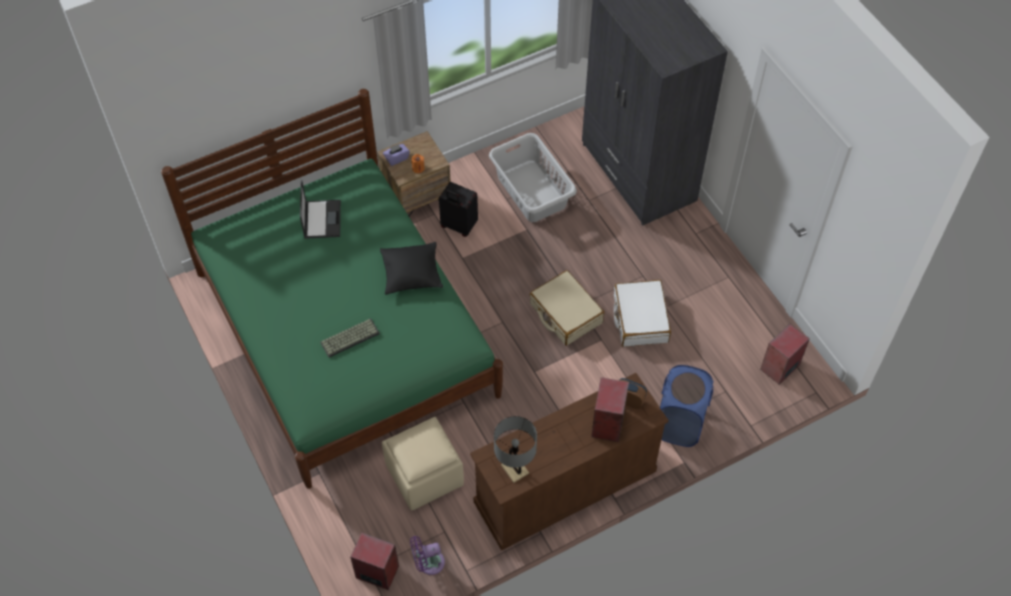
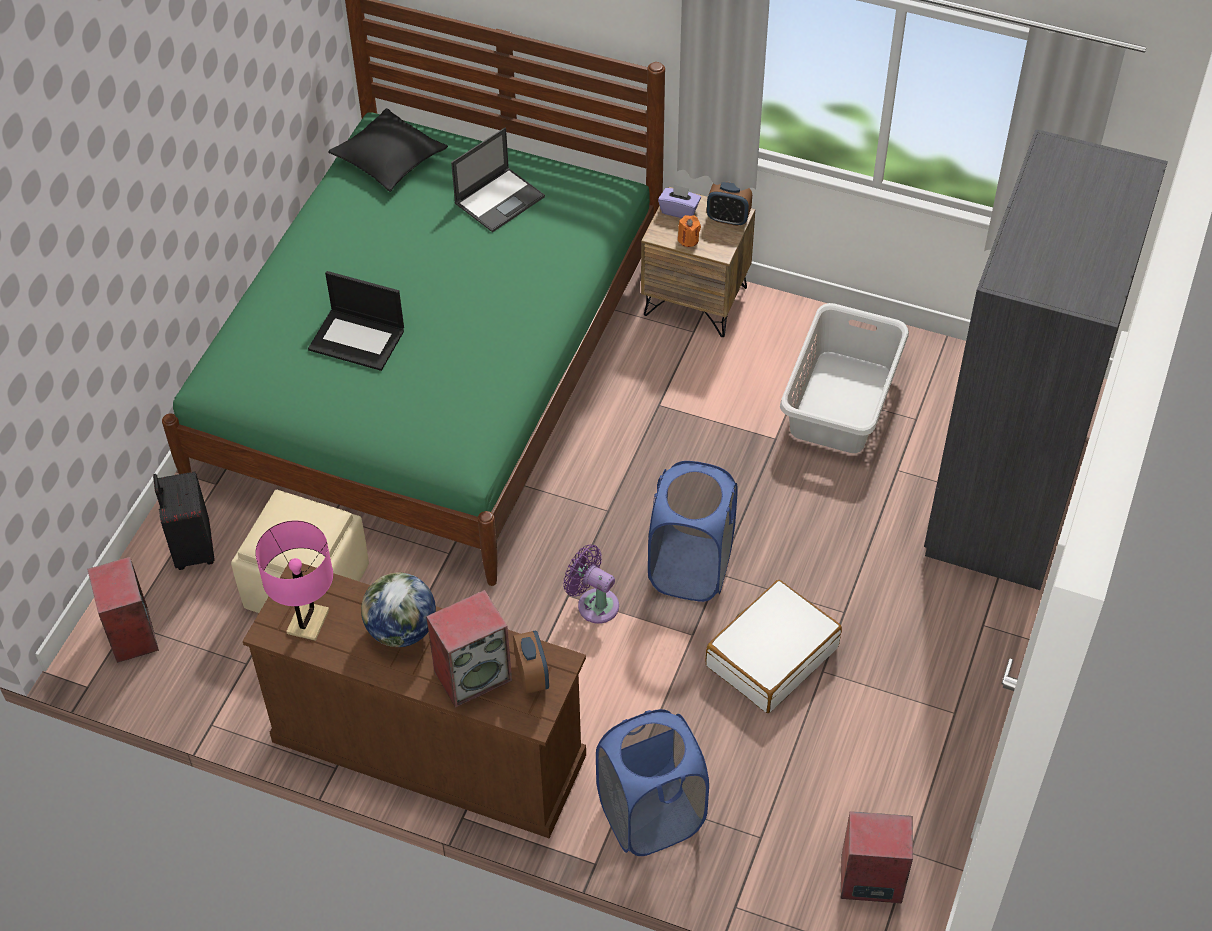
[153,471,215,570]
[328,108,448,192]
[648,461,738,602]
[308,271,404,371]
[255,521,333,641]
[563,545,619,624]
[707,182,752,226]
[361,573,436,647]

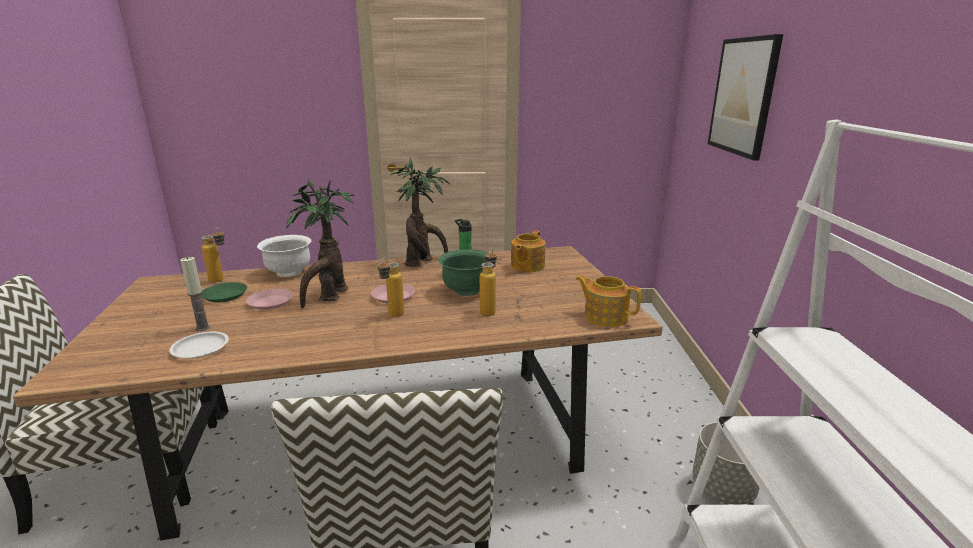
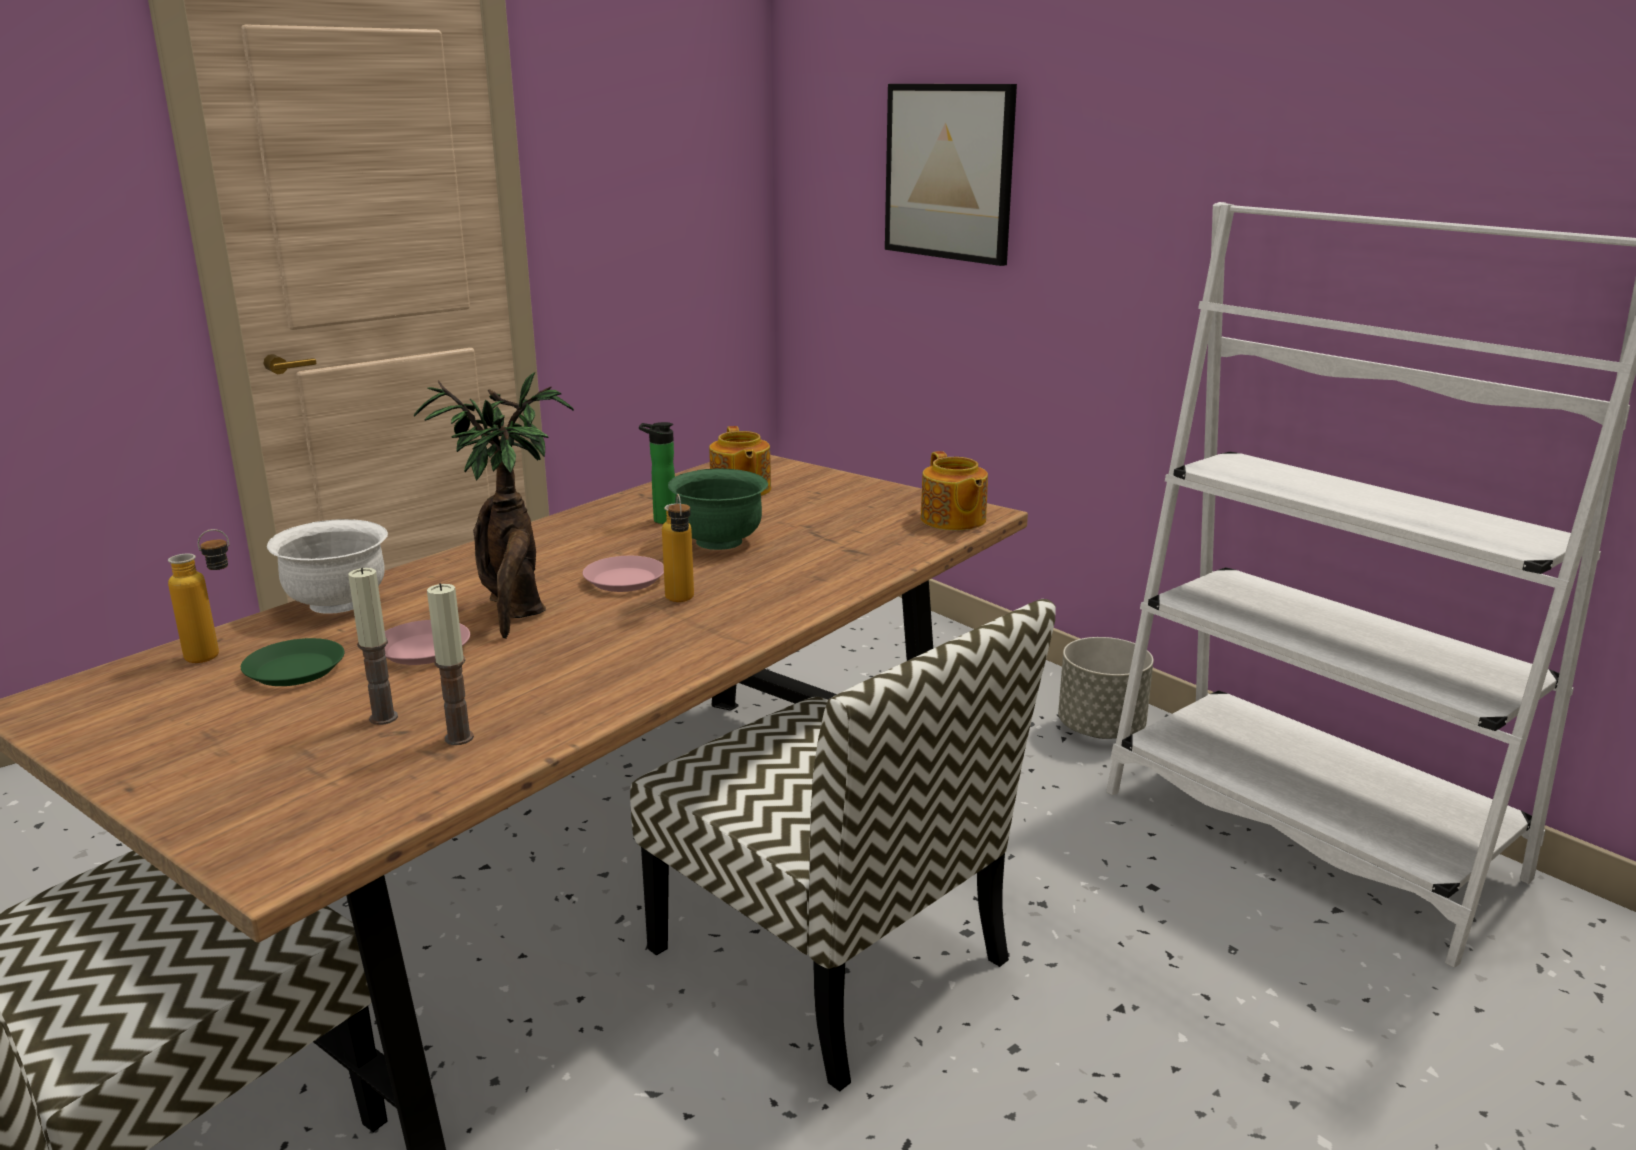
[391,157,450,267] (first image)
[480,248,497,316] (first image)
[921,451,988,530]
[427,583,474,745]

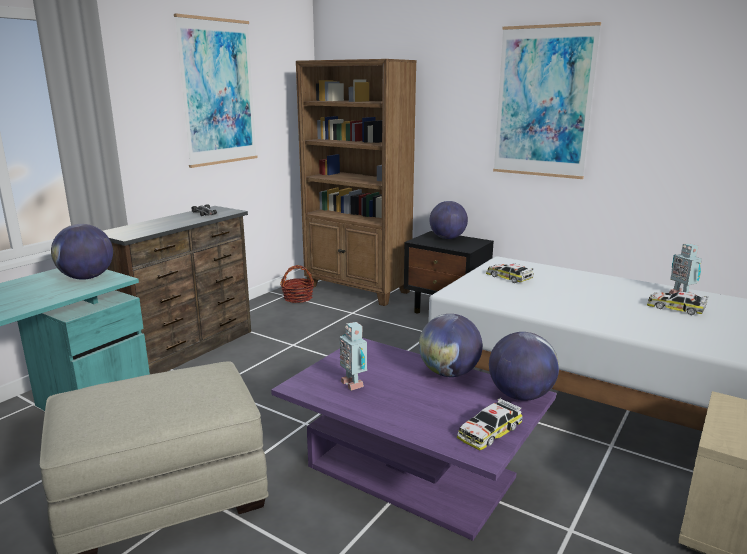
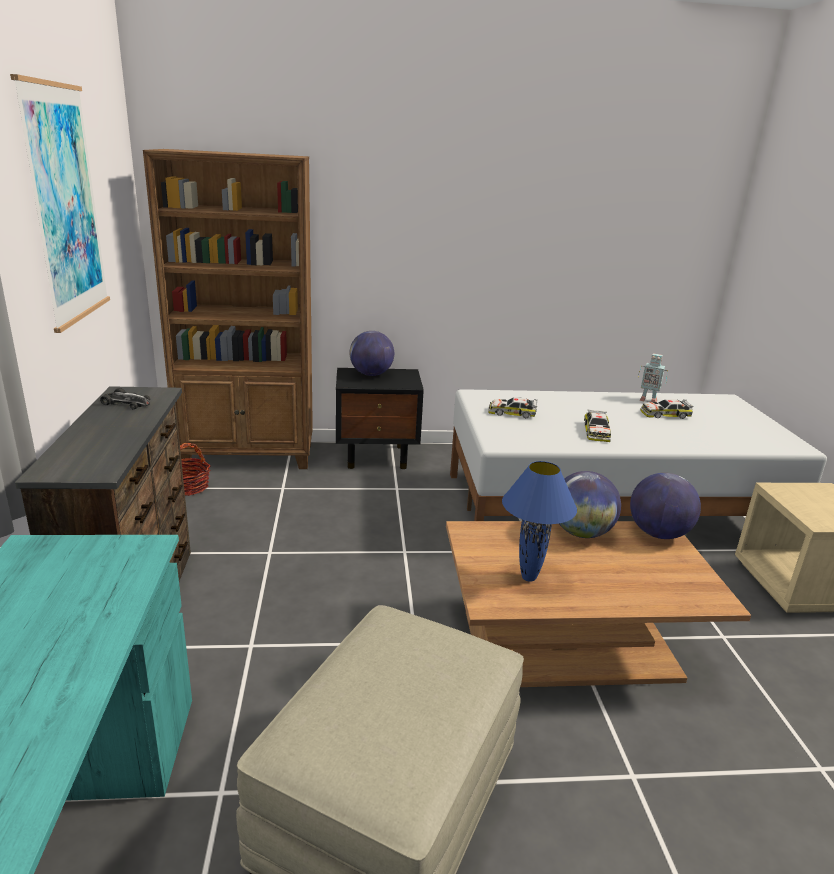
[493,22,601,179] (first image)
[51,224,113,280] (first image)
[502,461,577,582]
[446,521,751,687]
[584,410,611,442]

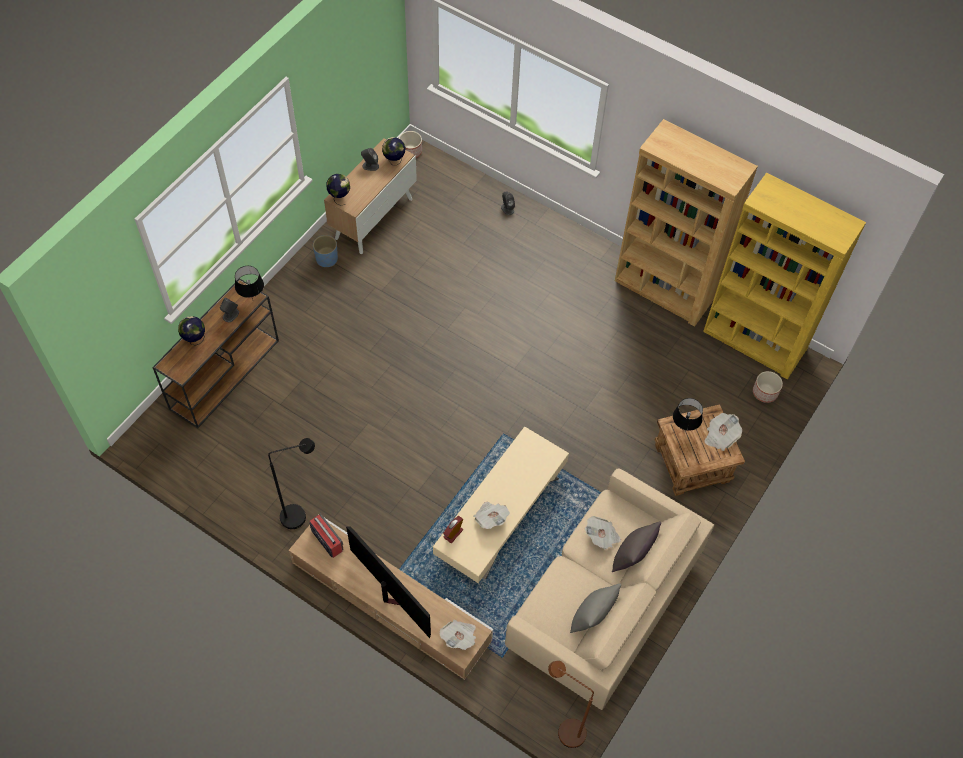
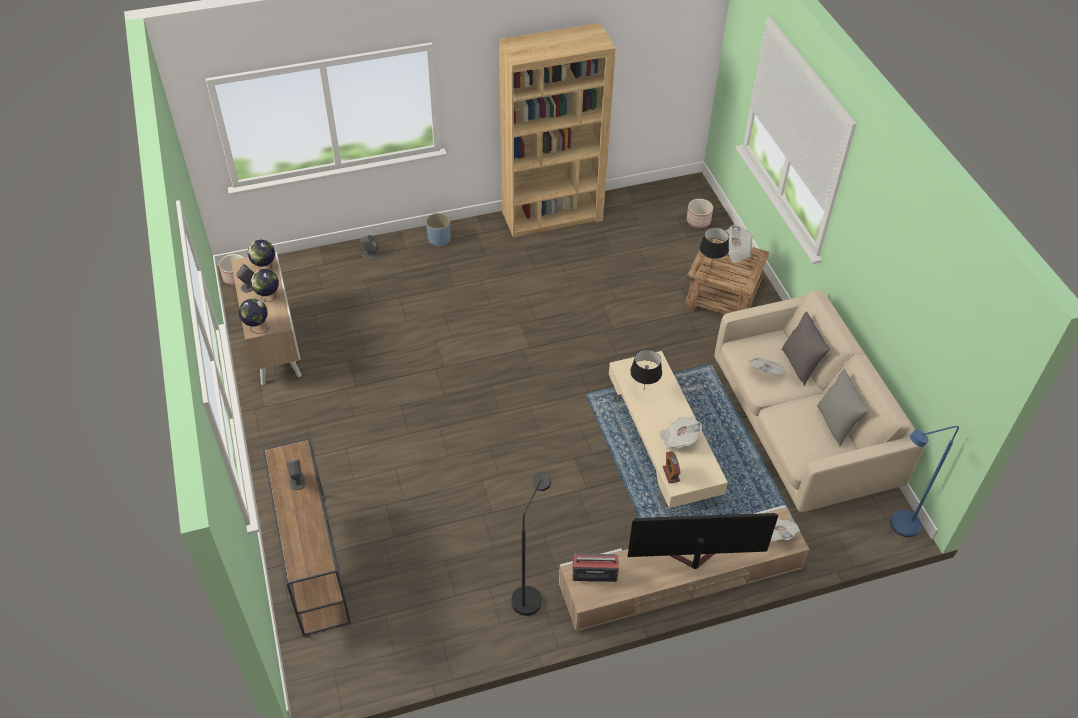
[703,173,866,380] (first image)
[426,213,451,247]
[630,349,662,387]
[251,269,279,302]
[891,426,959,537]

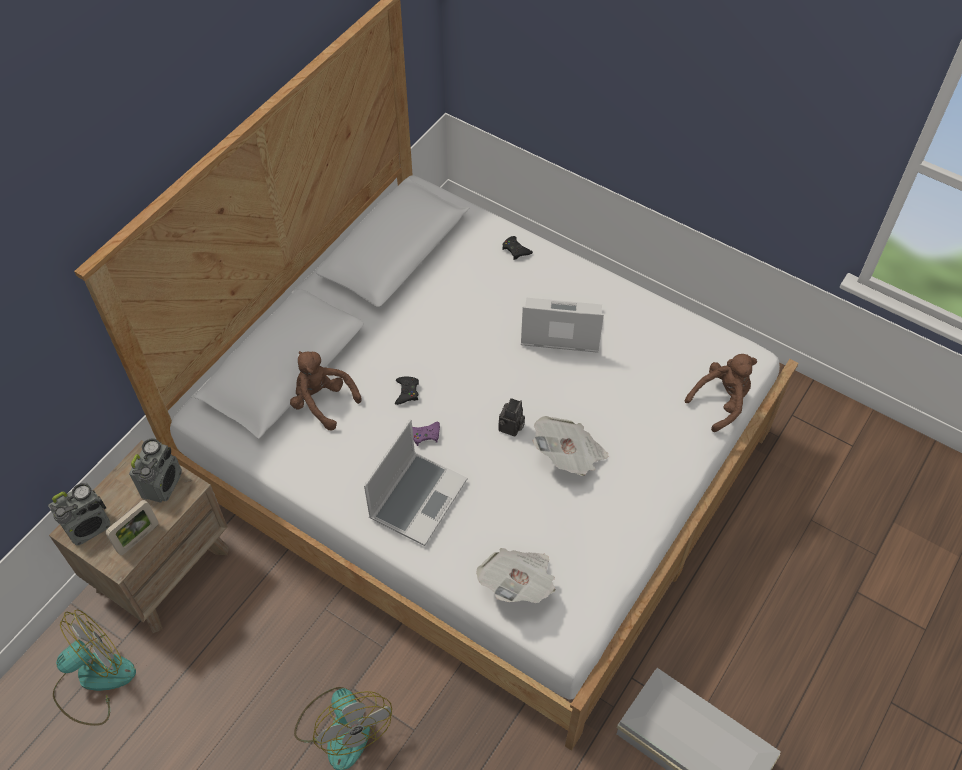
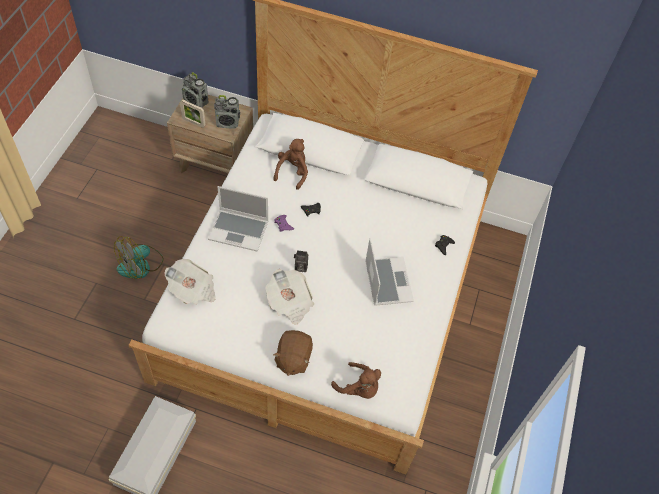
[53,609,136,726] (first image)
[273,330,313,376]

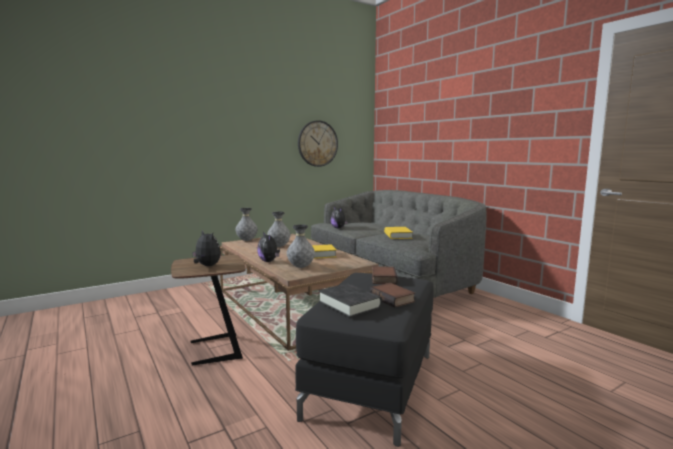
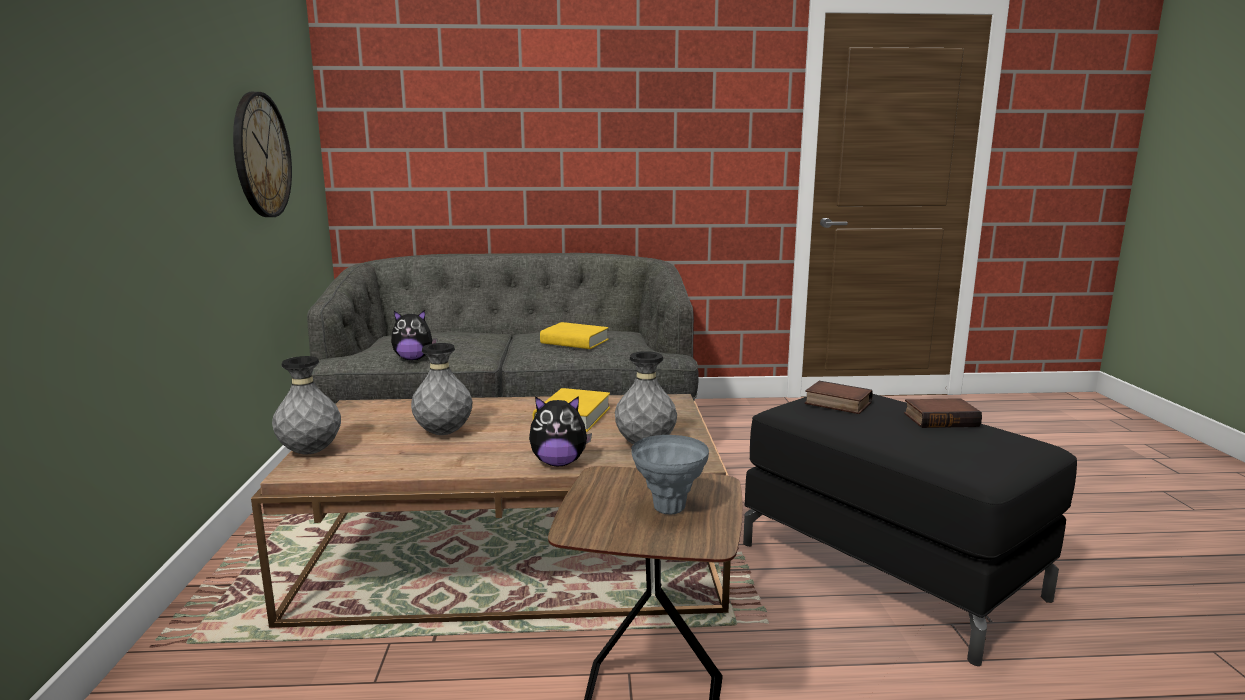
[631,435,709,515]
[319,283,382,318] (first image)

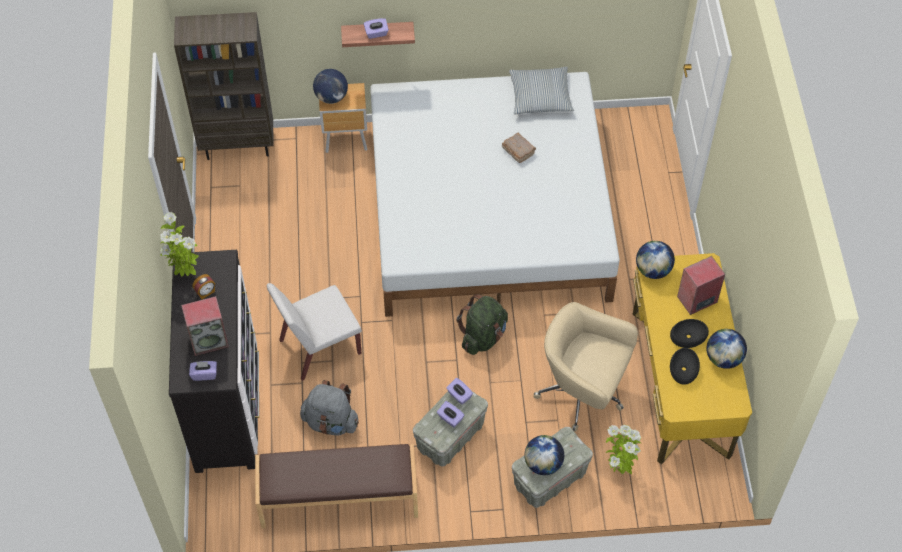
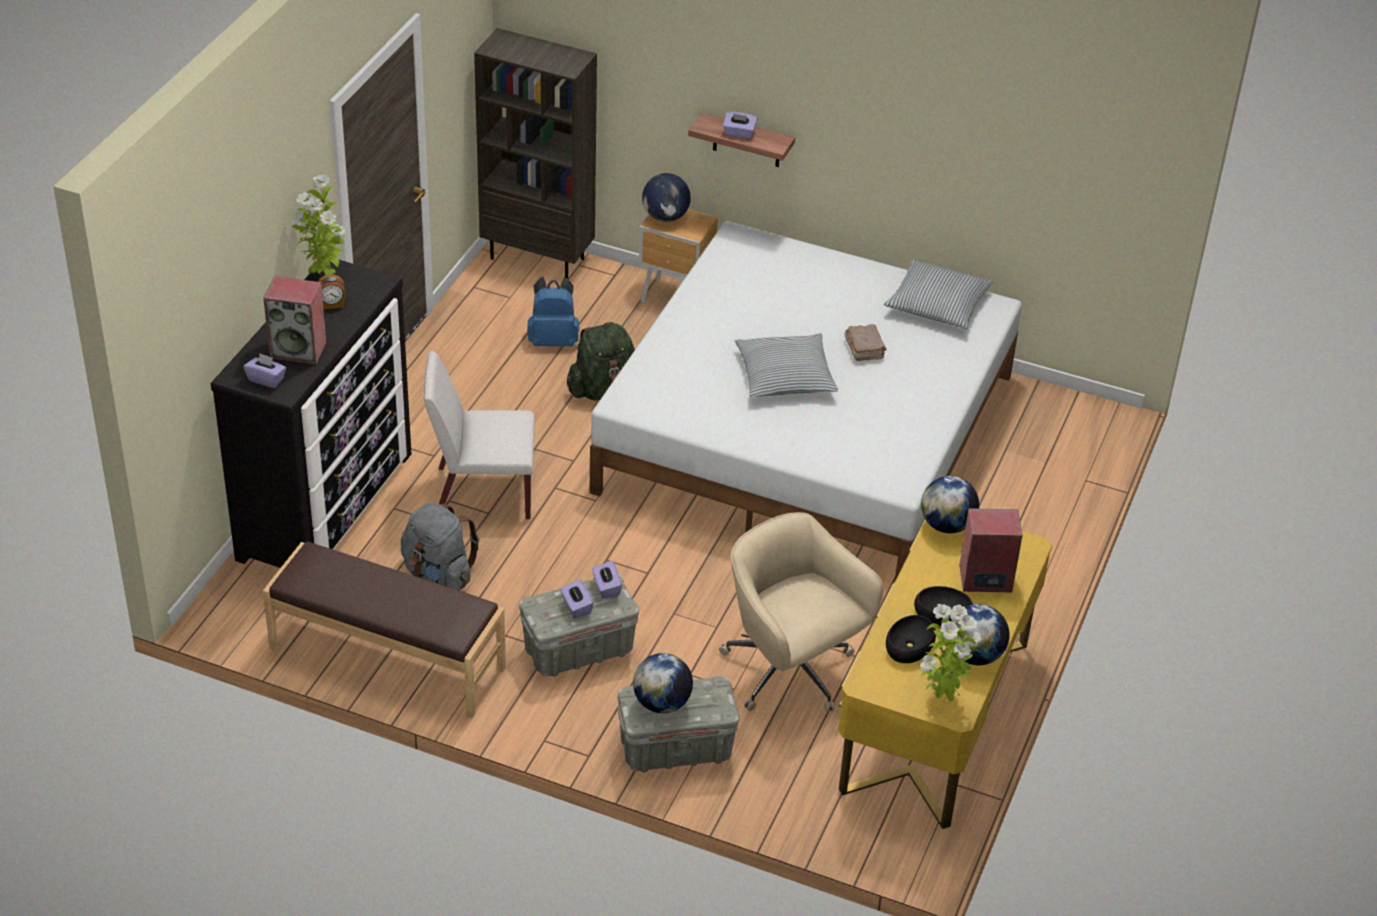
[567,322,635,401]
[920,604,981,702]
[527,276,580,347]
[735,333,838,398]

